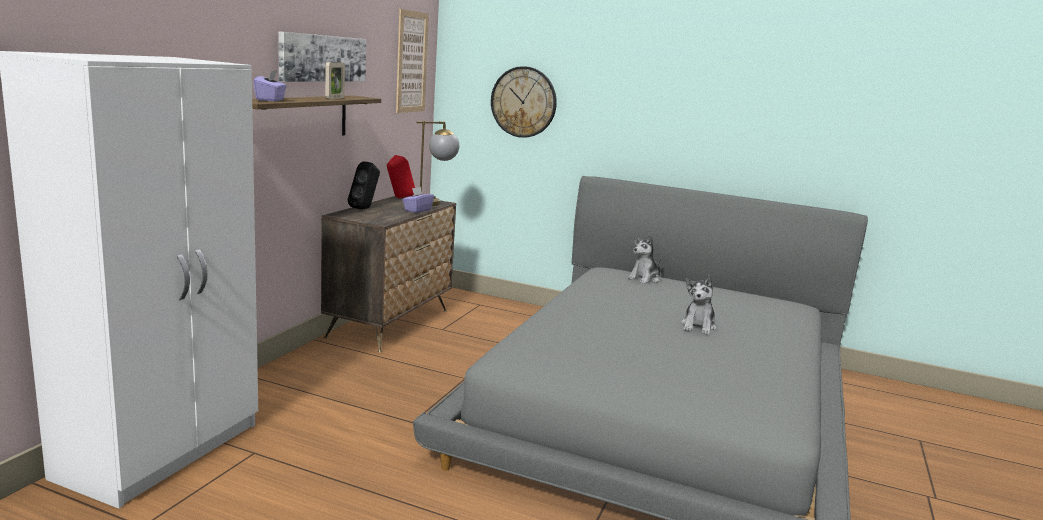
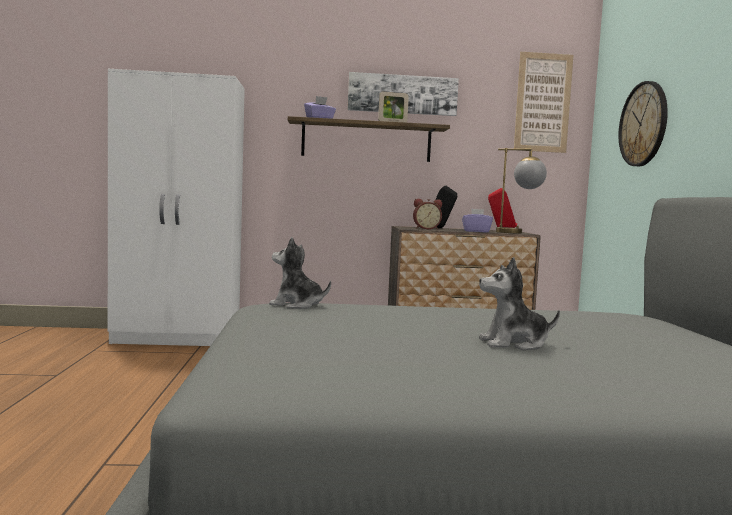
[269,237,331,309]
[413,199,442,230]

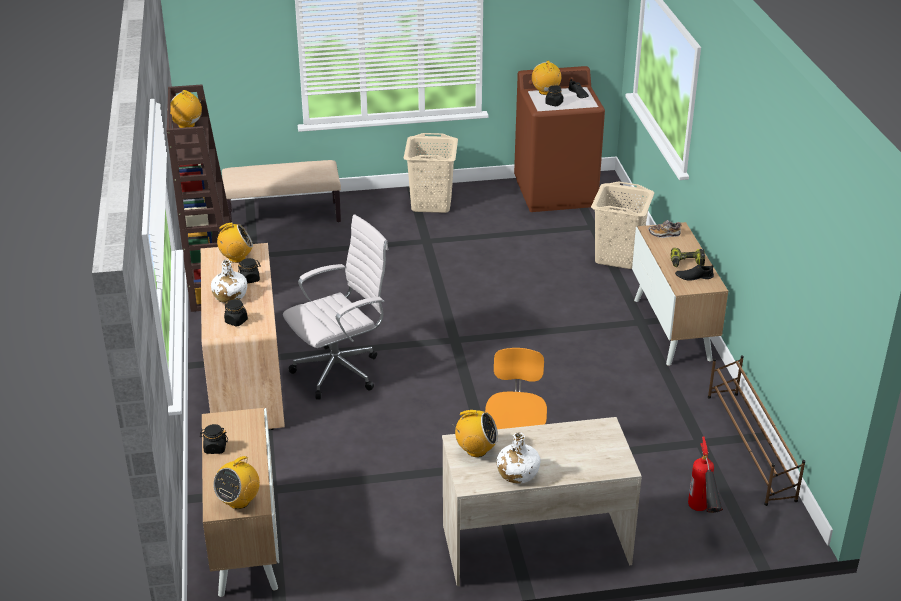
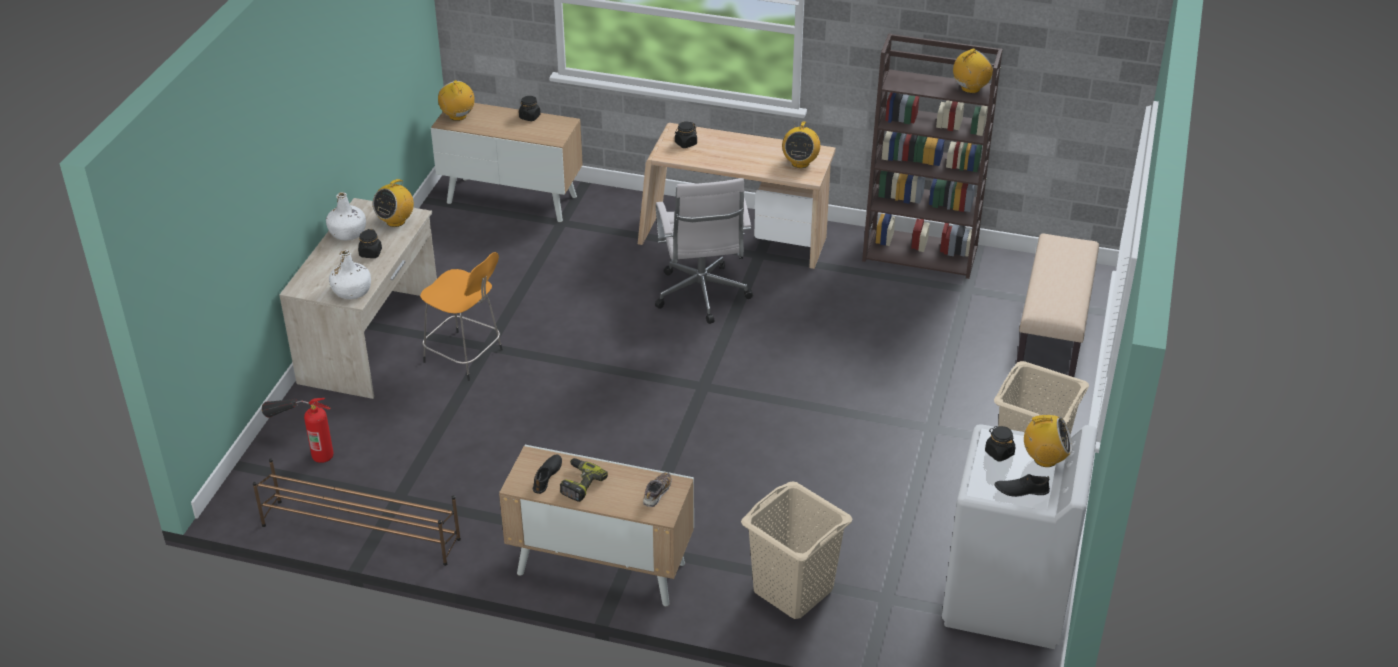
[942,424,1098,649]
[358,229,382,258]
[329,250,371,299]

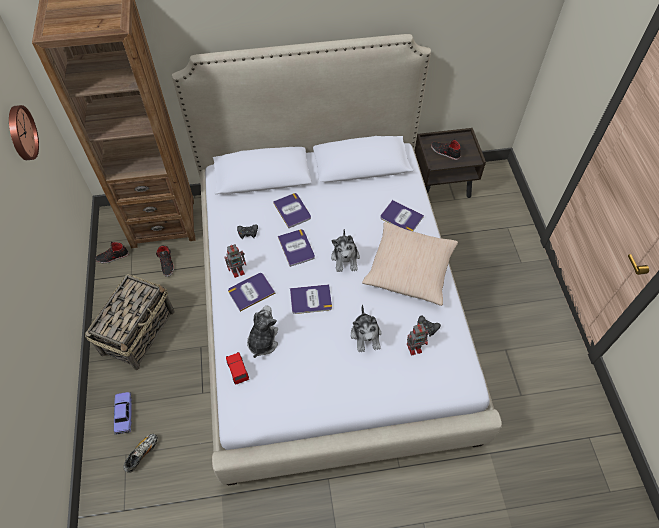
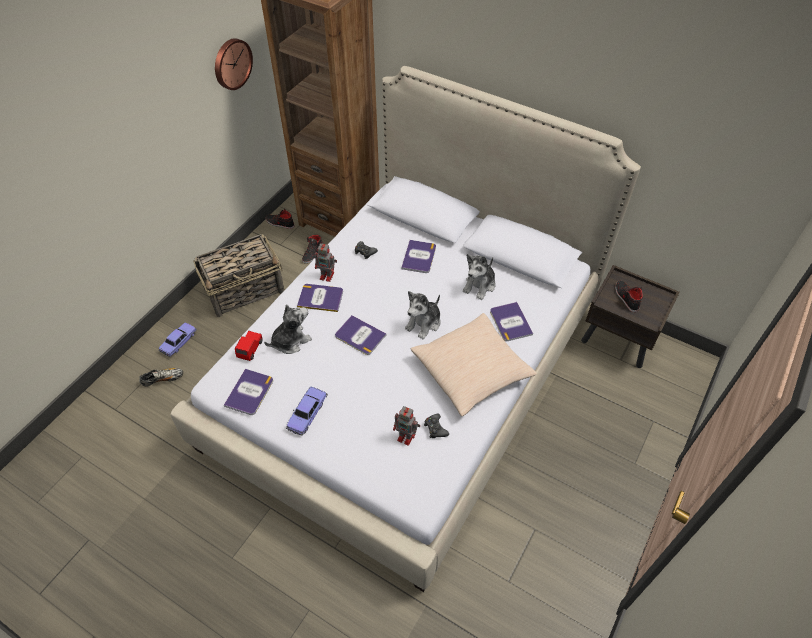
[224,369,273,415]
[463,254,496,300]
[286,387,328,436]

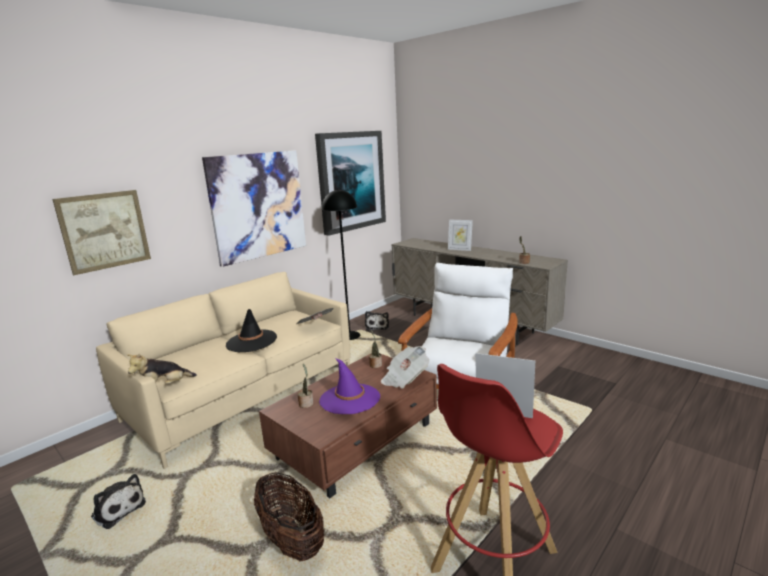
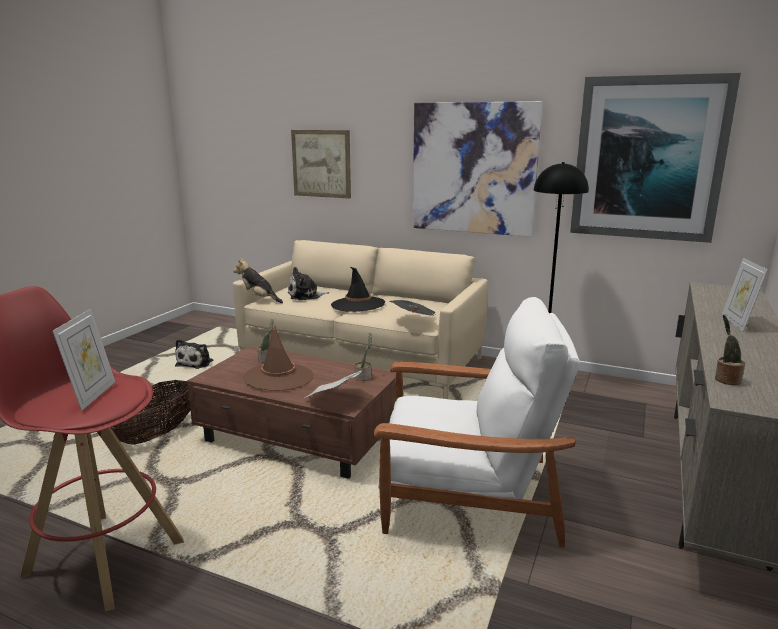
[288,267,329,300]
[243,325,314,391]

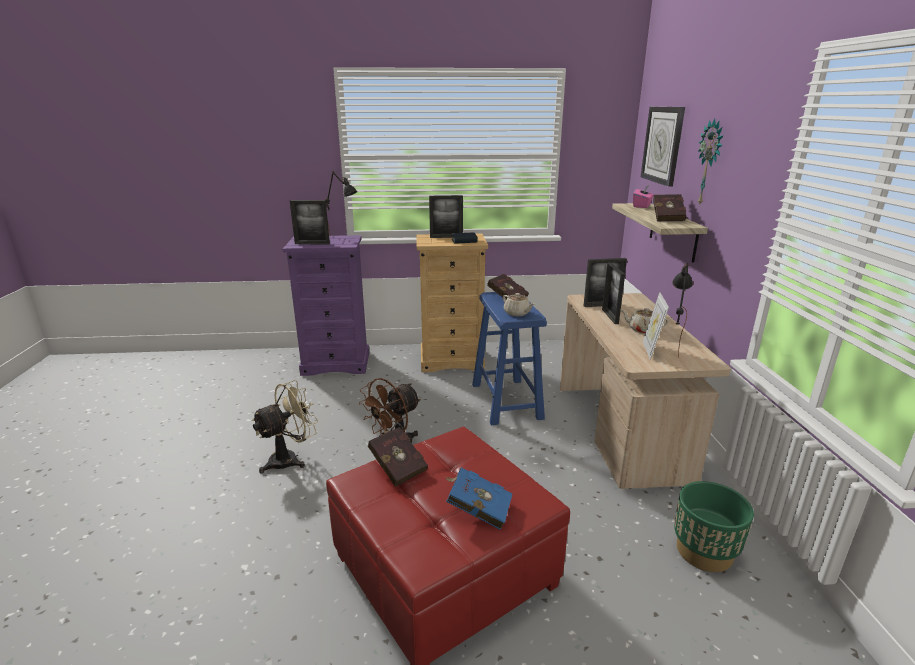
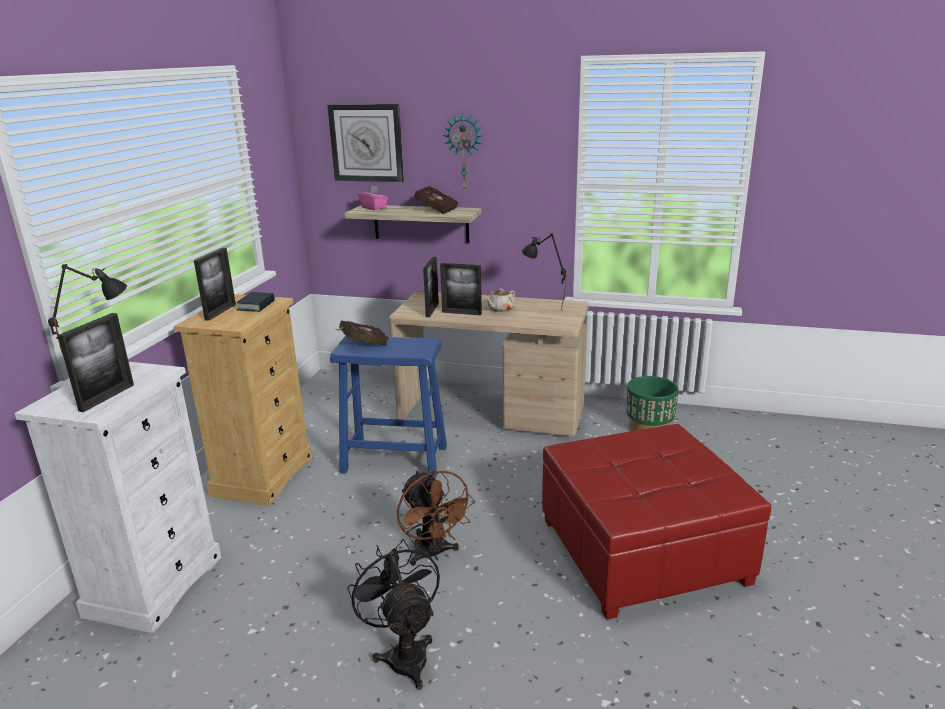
[14,362,221,633]
[643,292,669,360] (first image)
[503,293,534,316] (first image)
[347,539,440,690]
[368,427,428,487] (first image)
[444,467,513,530] (first image)

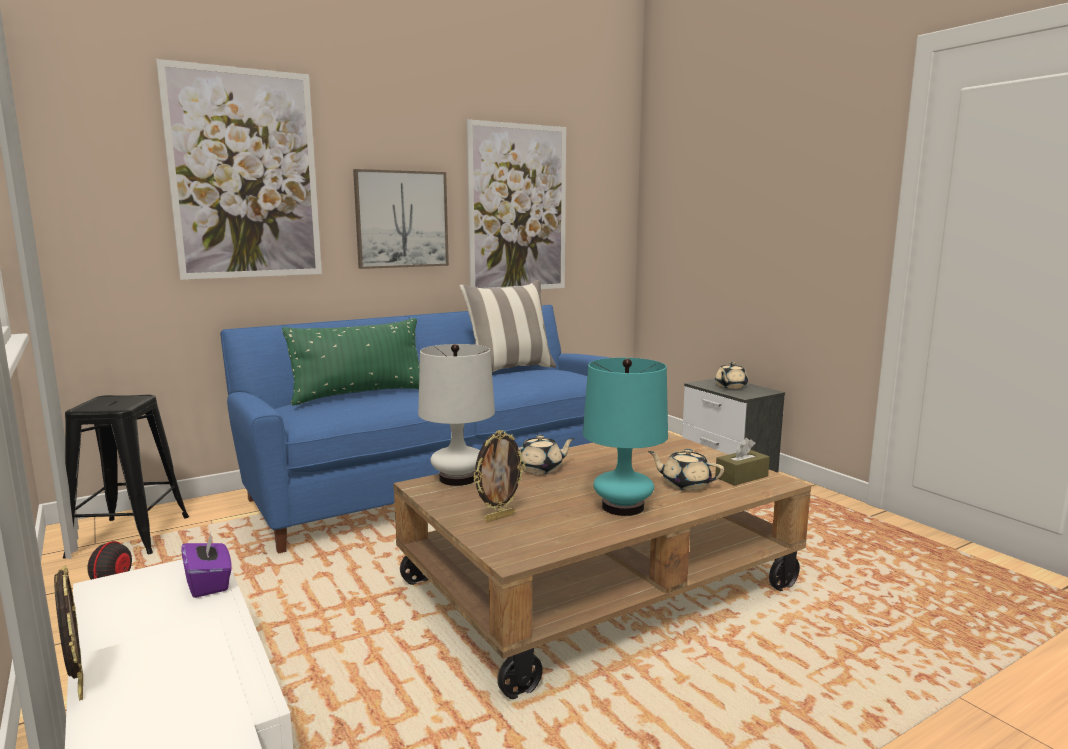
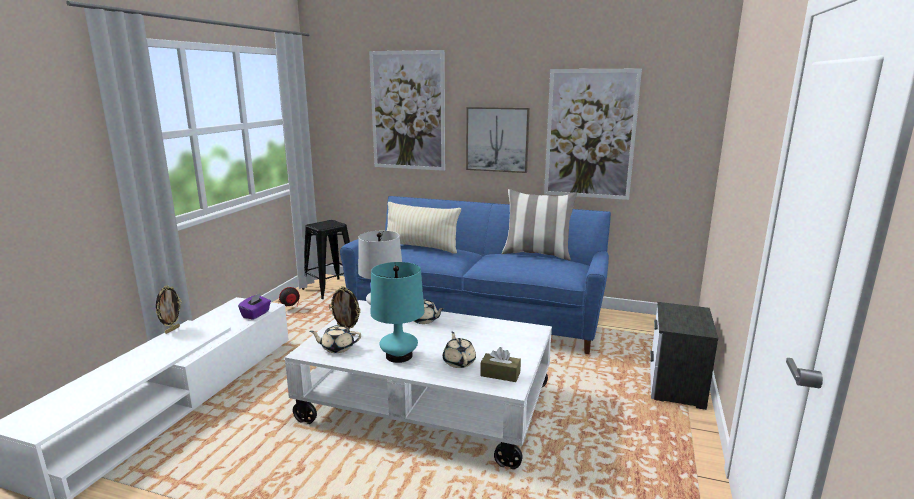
[387,202,461,254]
[309,325,361,353]
[284,300,552,469]

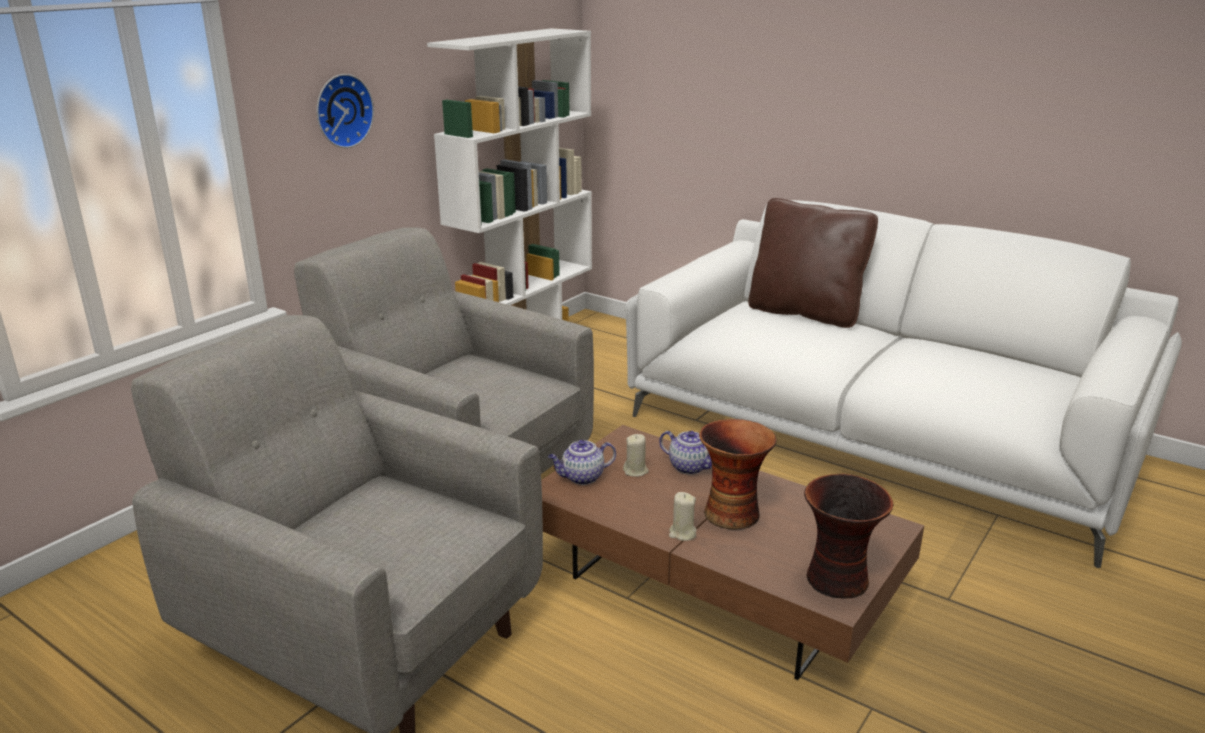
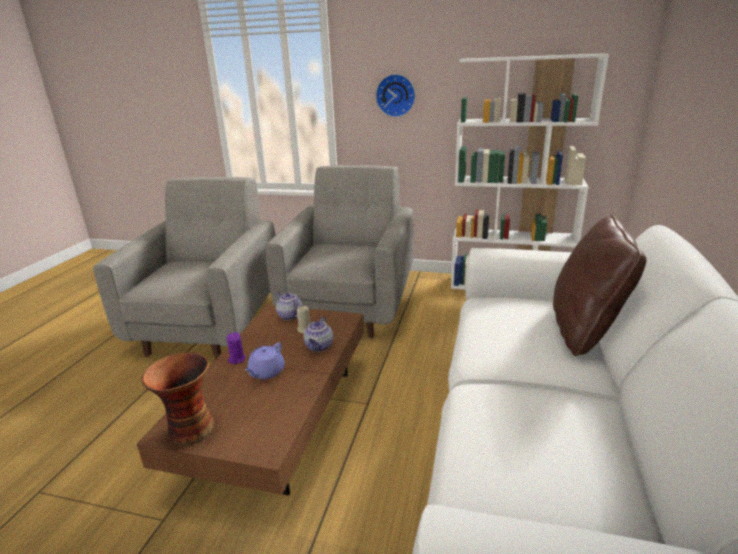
[245,343,285,379]
[227,332,246,364]

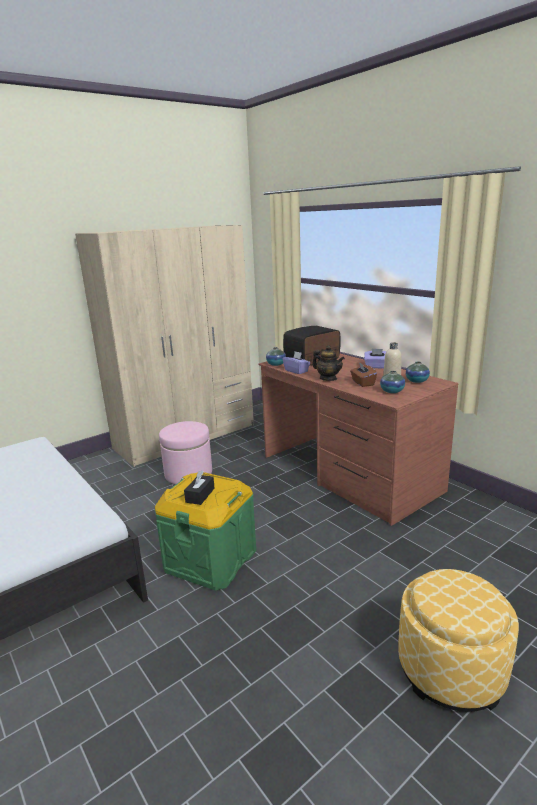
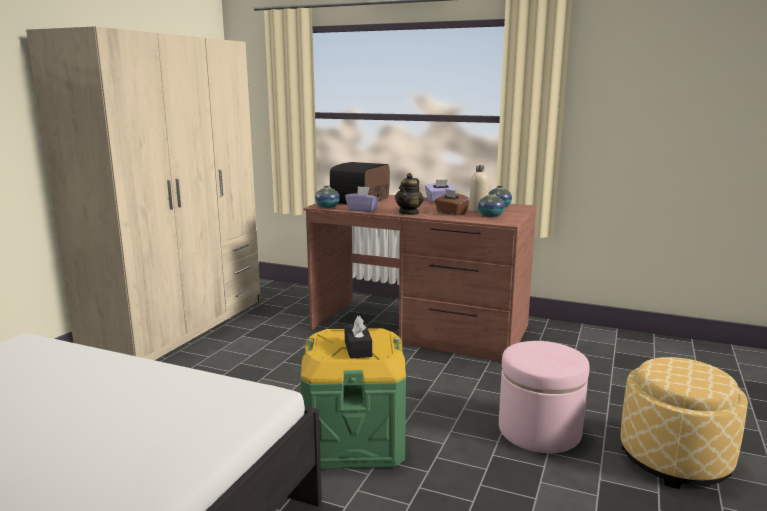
[395,173,424,215]
[499,341,590,453]

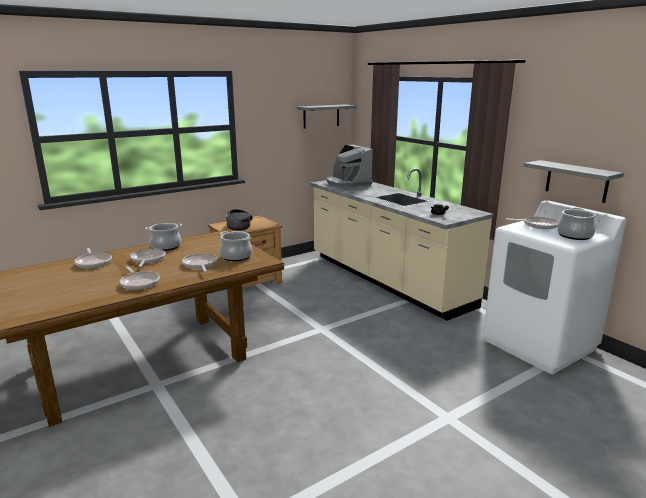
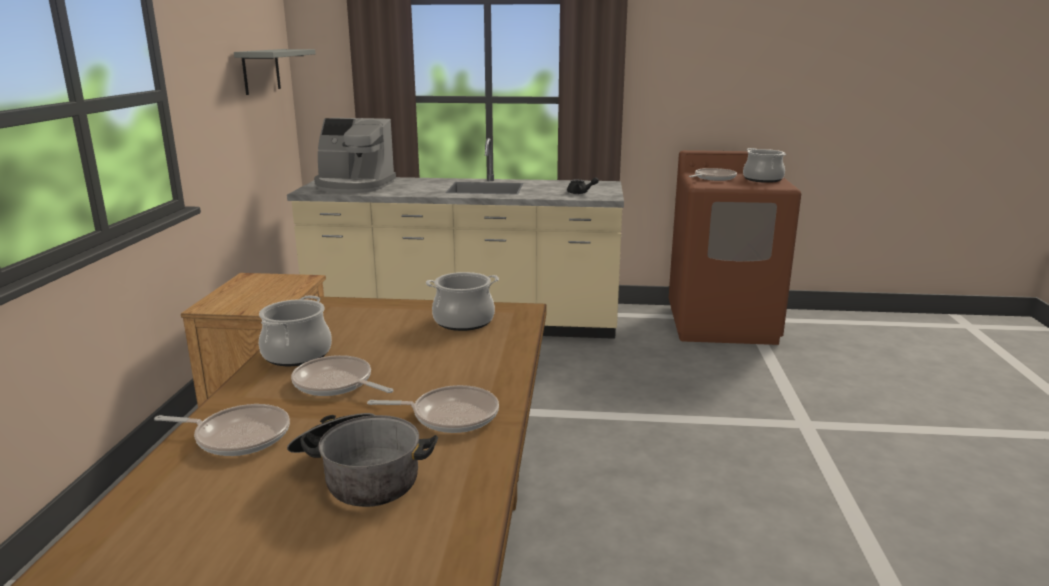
[523,160,624,203] (first image)
[669,150,801,345]
[287,413,438,507]
[182,253,217,272] (first image)

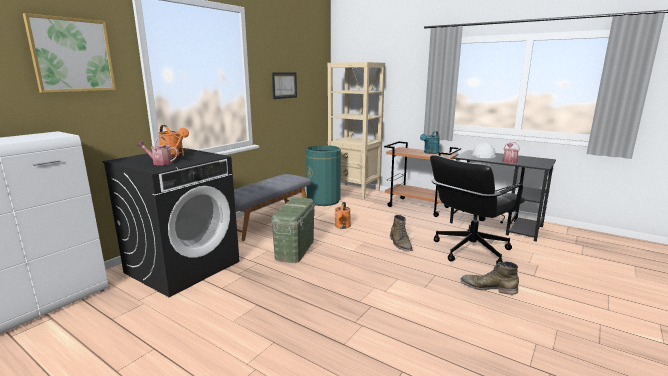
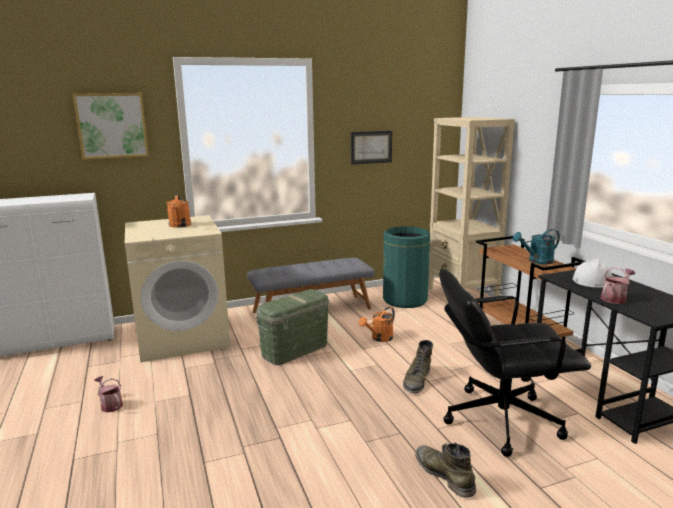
[95,376,123,413]
[125,215,230,362]

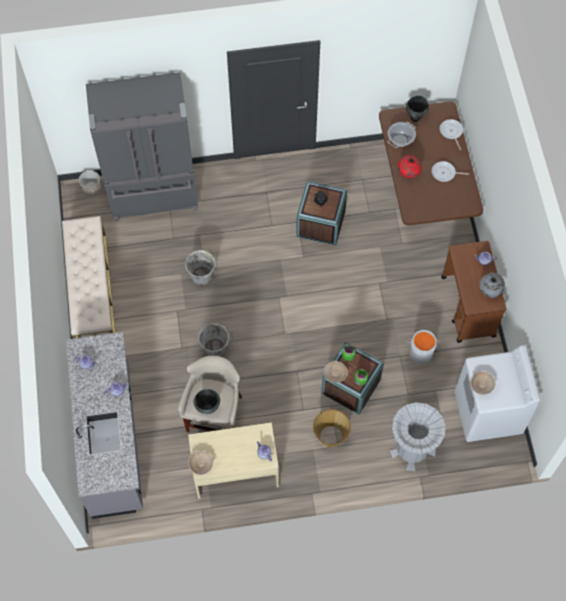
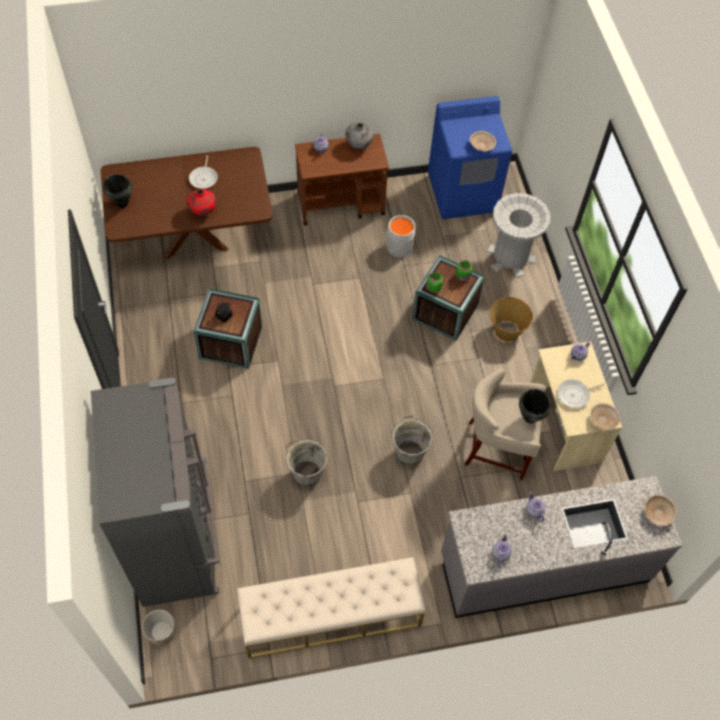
[557,380,604,408]
[388,122,416,148] (first image)
[428,96,512,219]
[644,494,677,526]

